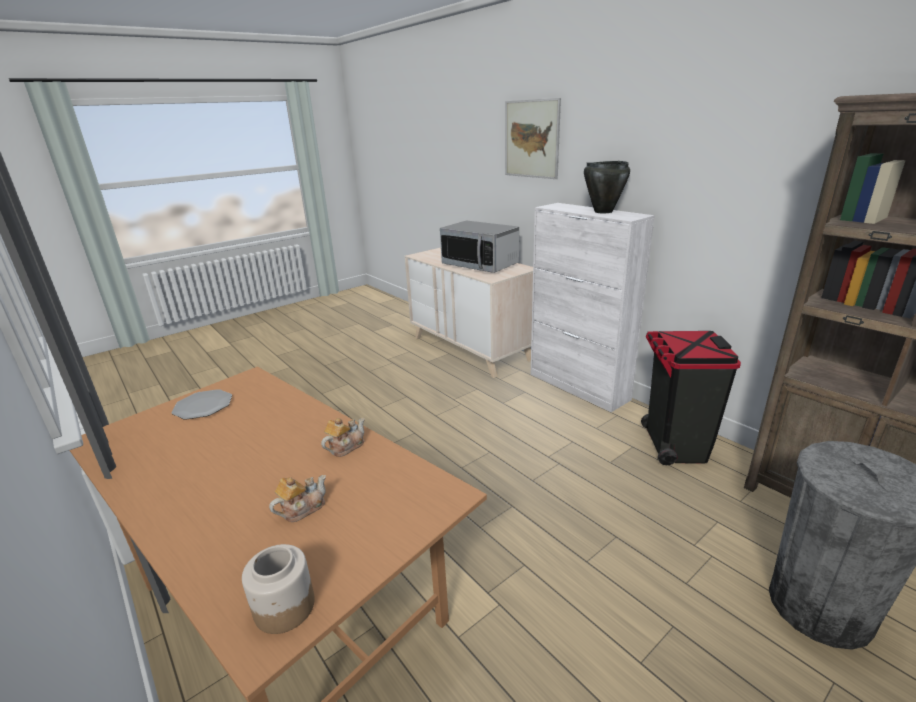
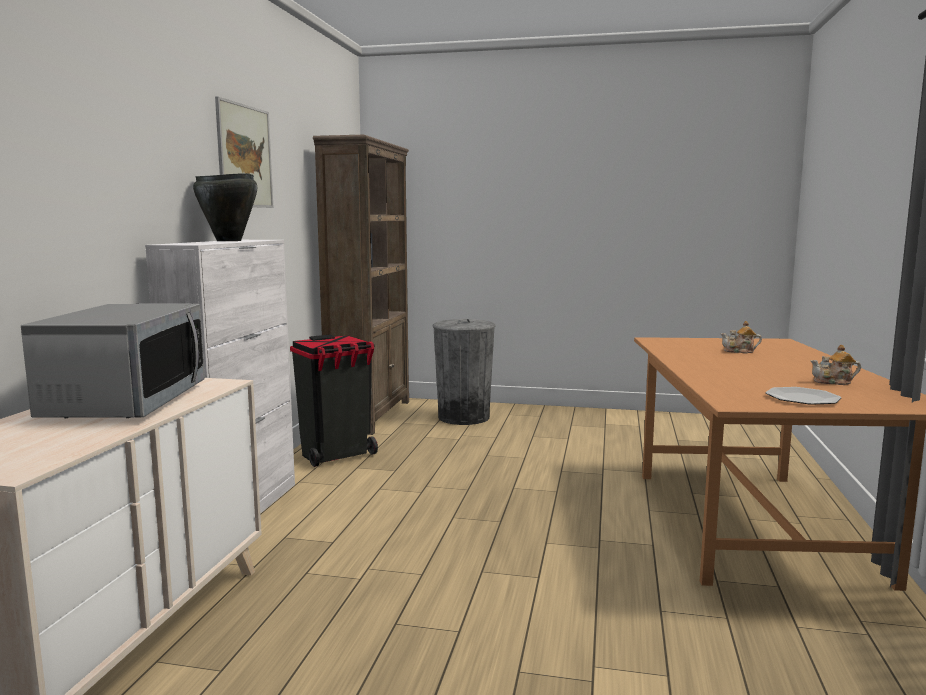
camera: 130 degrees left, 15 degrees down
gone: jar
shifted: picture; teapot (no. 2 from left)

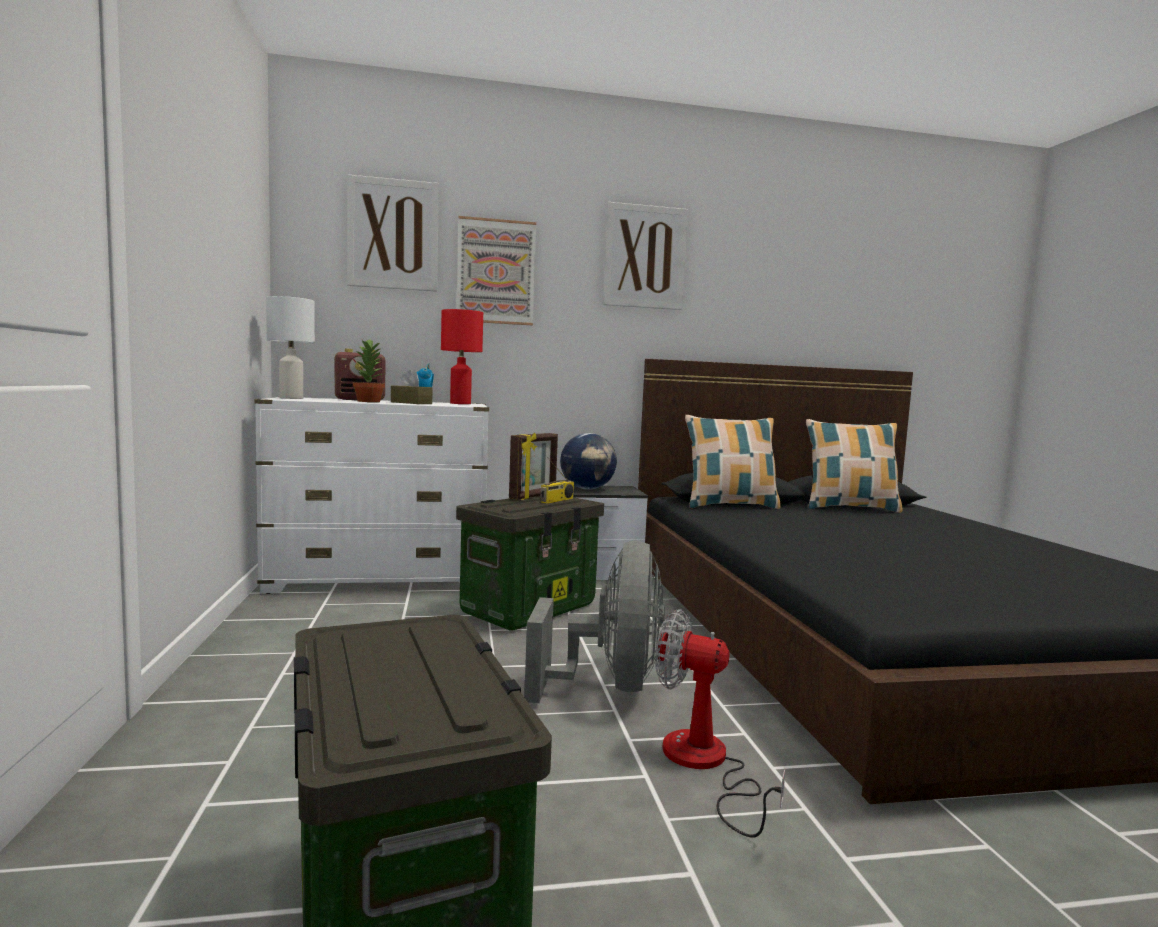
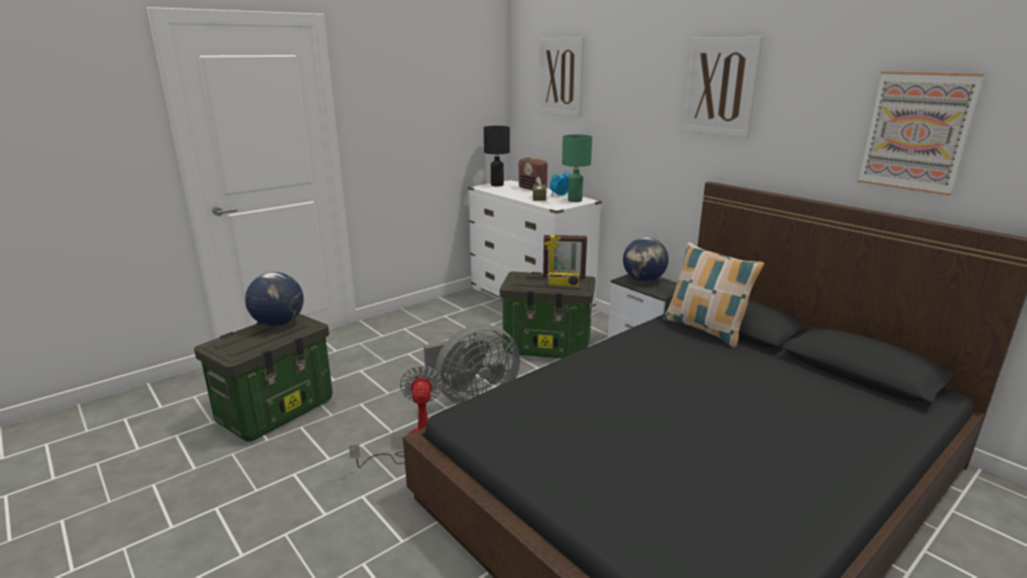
camera: 60 degrees right, 15 degrees up
gone: potted plant; pillow (no. 2 from left)
new: globe (no. 1 from left)
shifted: picture (no. 2 from left in the first image) to picture (no. 3 from left)
repainted: white table lamp to black table lamp; red table lamp to green table lamp

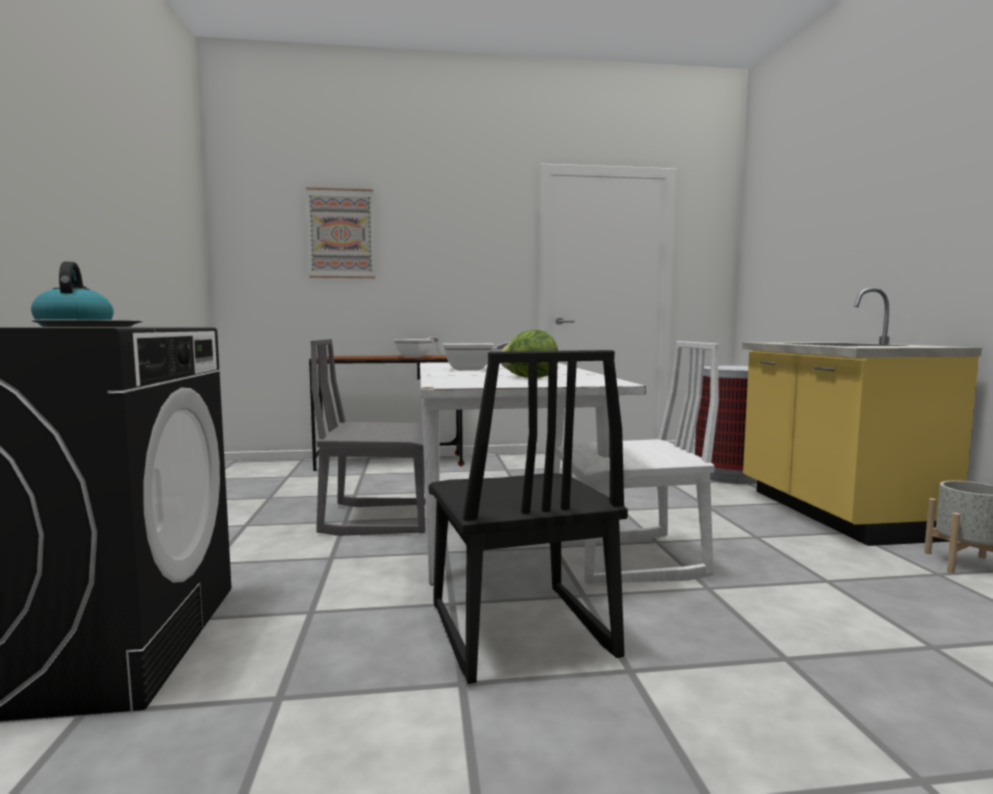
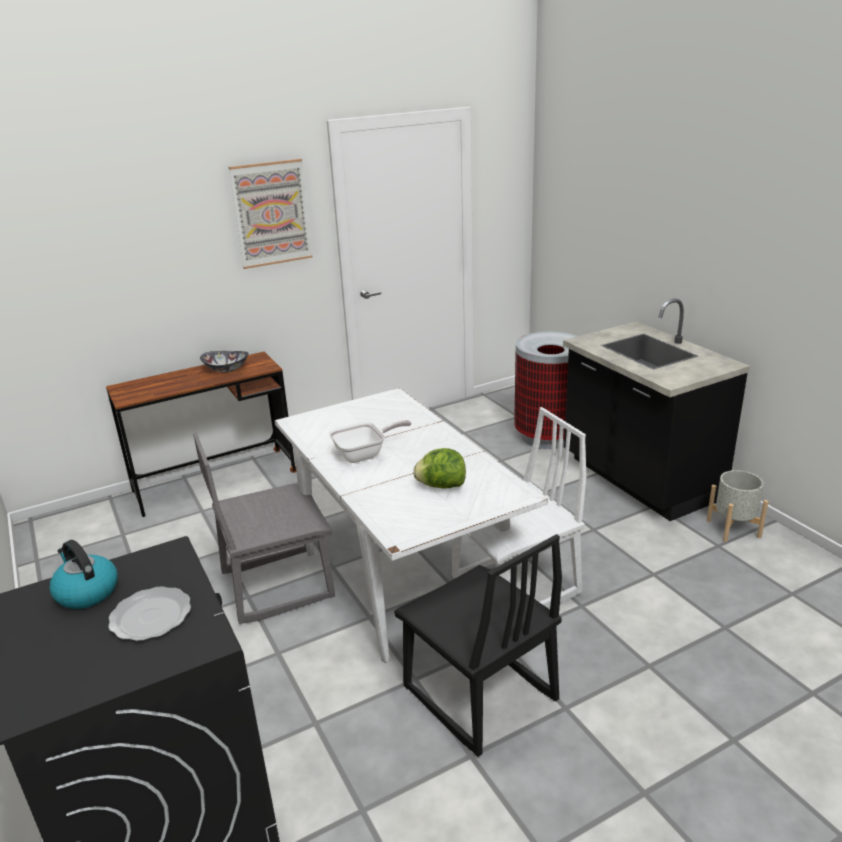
camera: 20 degrees left, 20 degrees up
shifted: picture
swapped: frying pan (no. 1 from left) to bowl
repainted: yellow counter to black counter

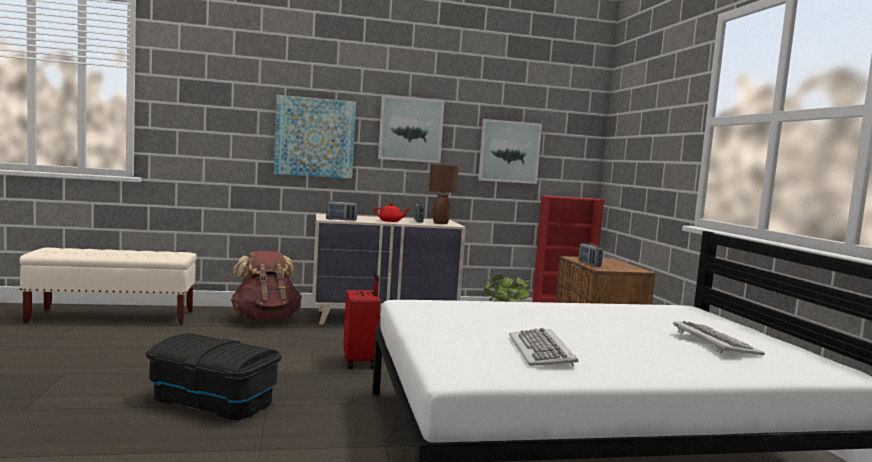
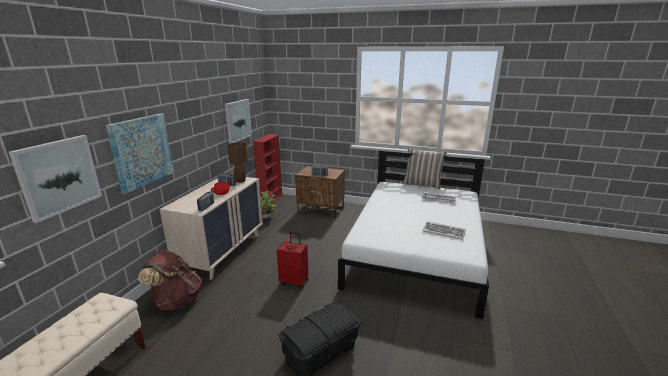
camera: 60 degrees left, 15 degrees up
new: pillow
shifted: picture (no. 2 from left in the first image) to picture (no. 1 from left)

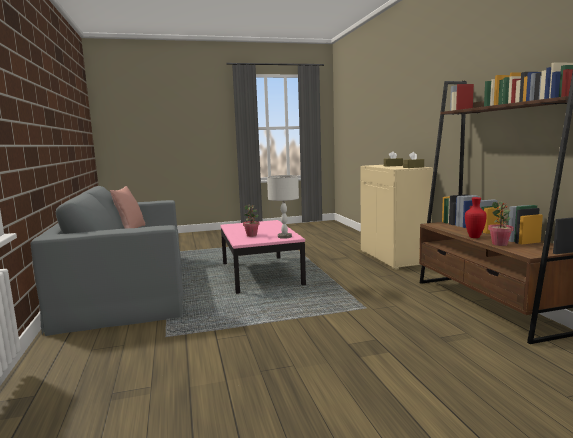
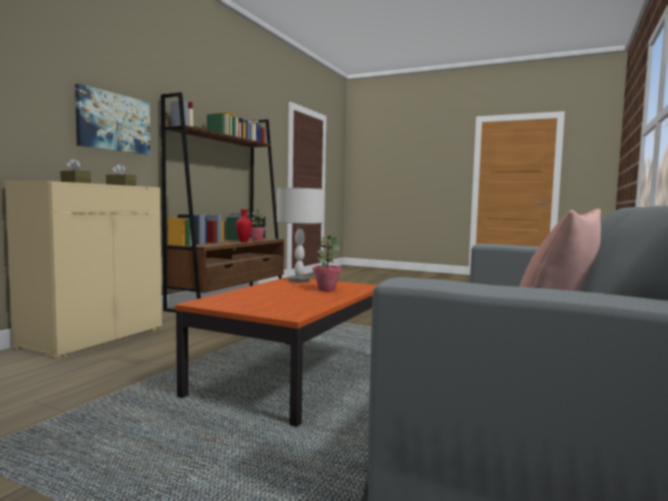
camera: 140 degrees left, 5 degrees down
new: picture
repainted: pink coffee table to brown coffee table

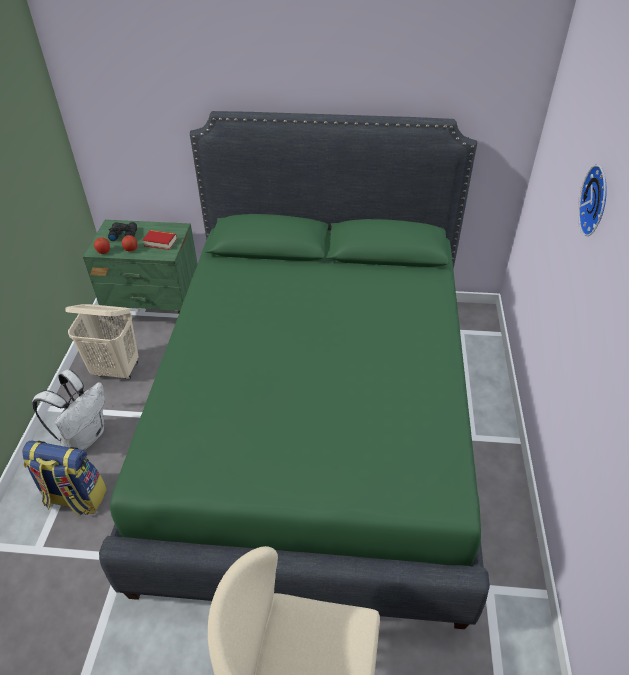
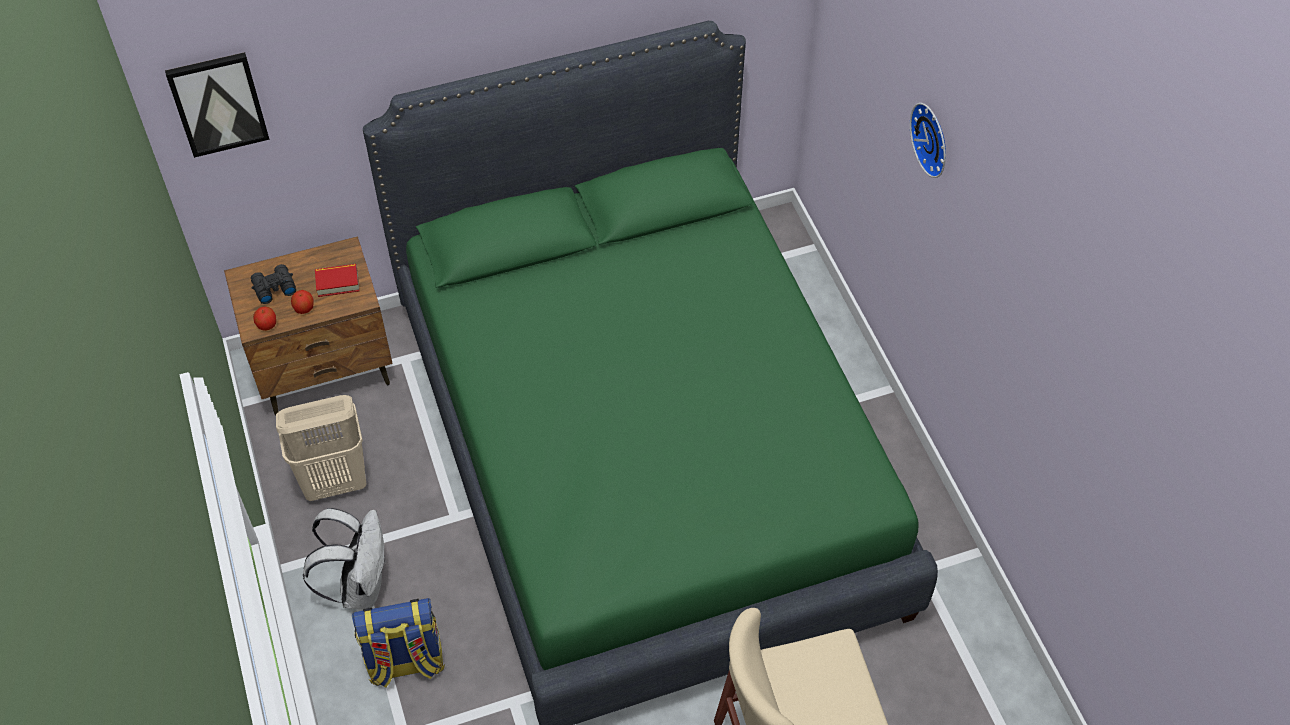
camera: 25 degrees left, 10 degrees up
new: picture
repainted: green nightstand to brown nightstand

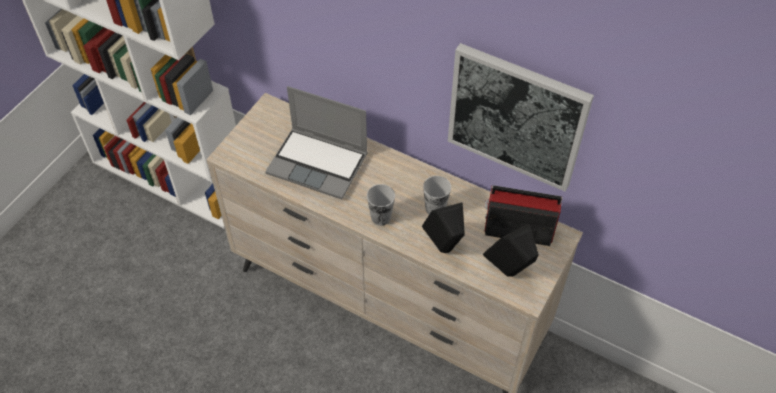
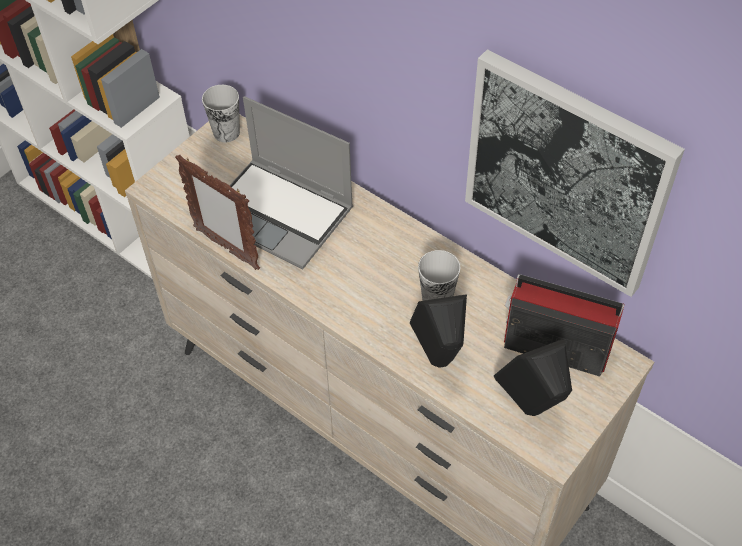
camera: 10 degrees right, 0 degrees up
new: picture frame
shifted: cup (no. 1 from left)

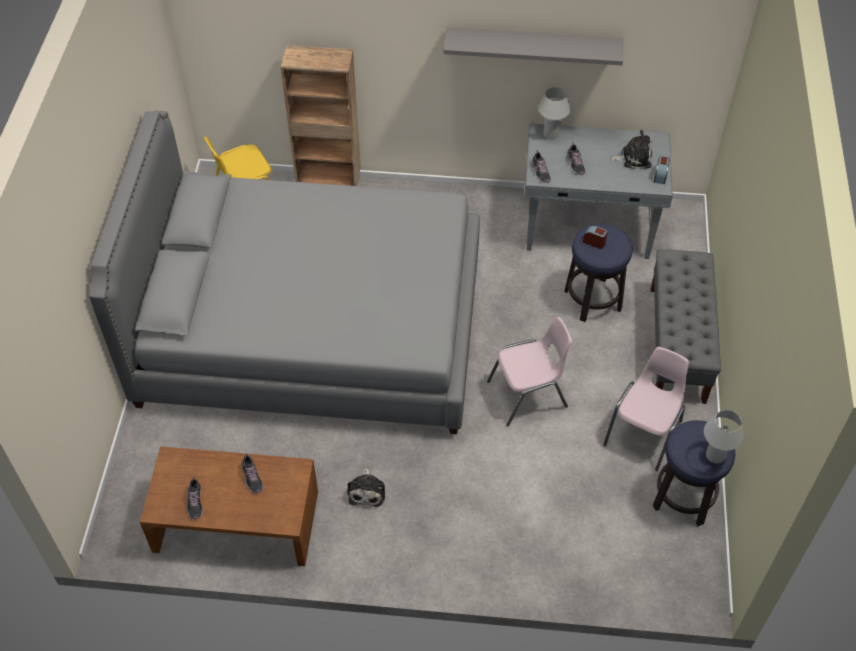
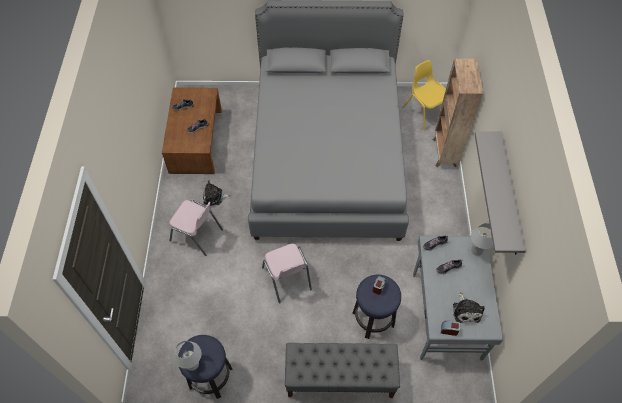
camera: 85 degrees right, 5 degrees up
shifted: pink chair (no. 2 from left in the first image) to pink chair (no. 1 from left)

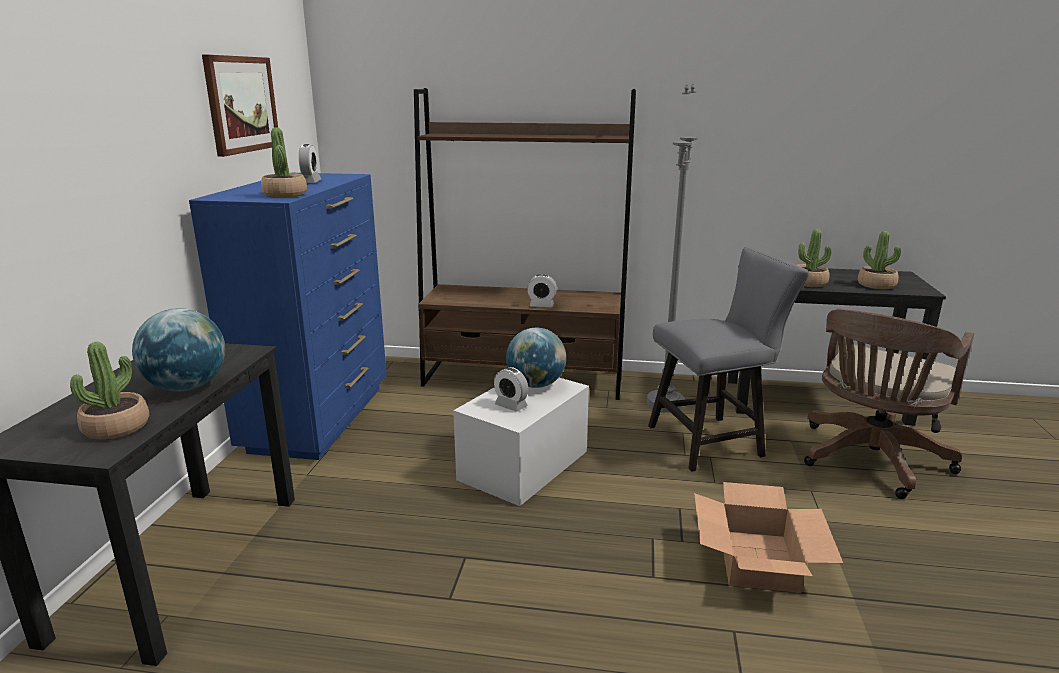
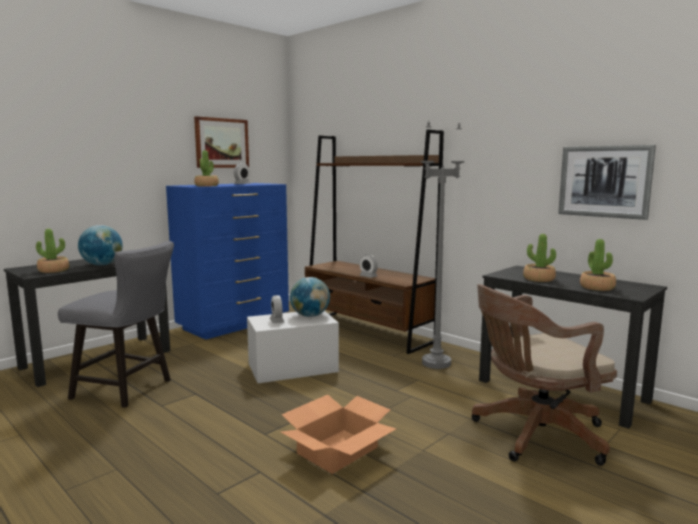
camera: 35 degrees right, 10 degrees down
new: picture (no. 2 from left)
shifted: grey chair

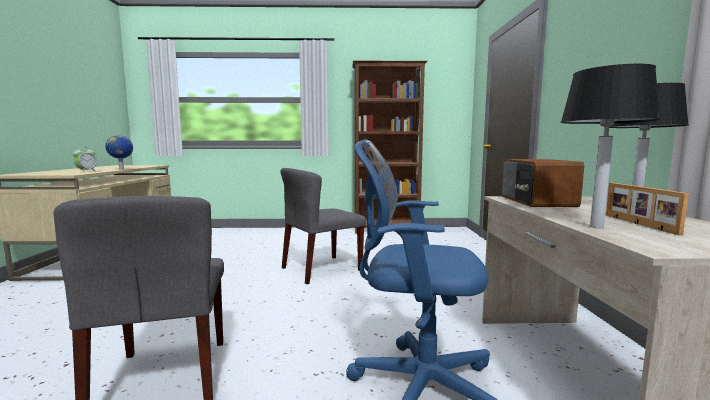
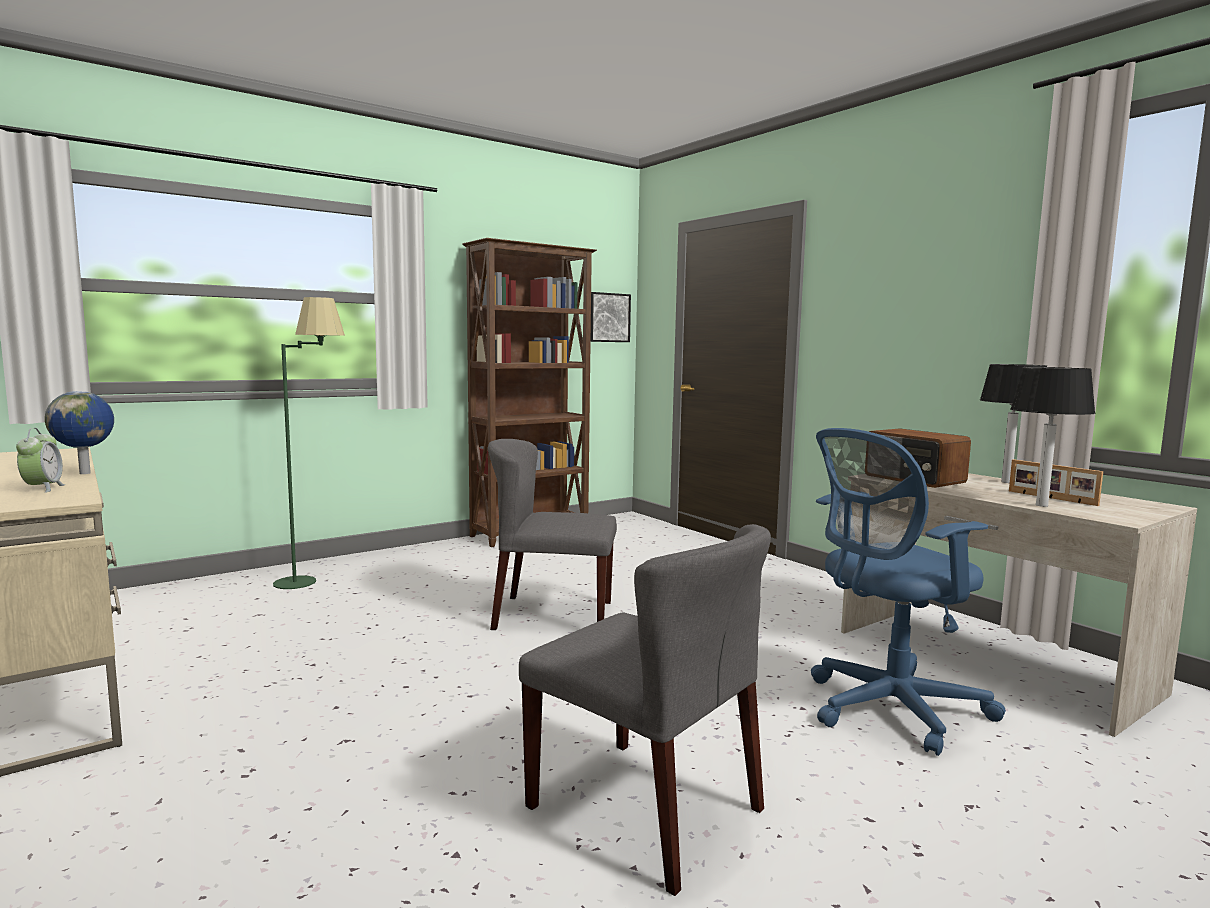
camera: 35 degrees left, 0 degrees up
new: green floor lamp; picture
rotated: grey chair (no. 2 from left in the first image) 75 degrees clockwise

